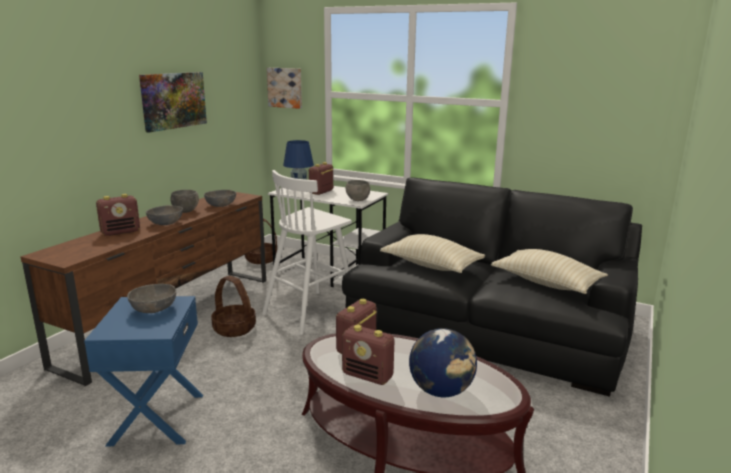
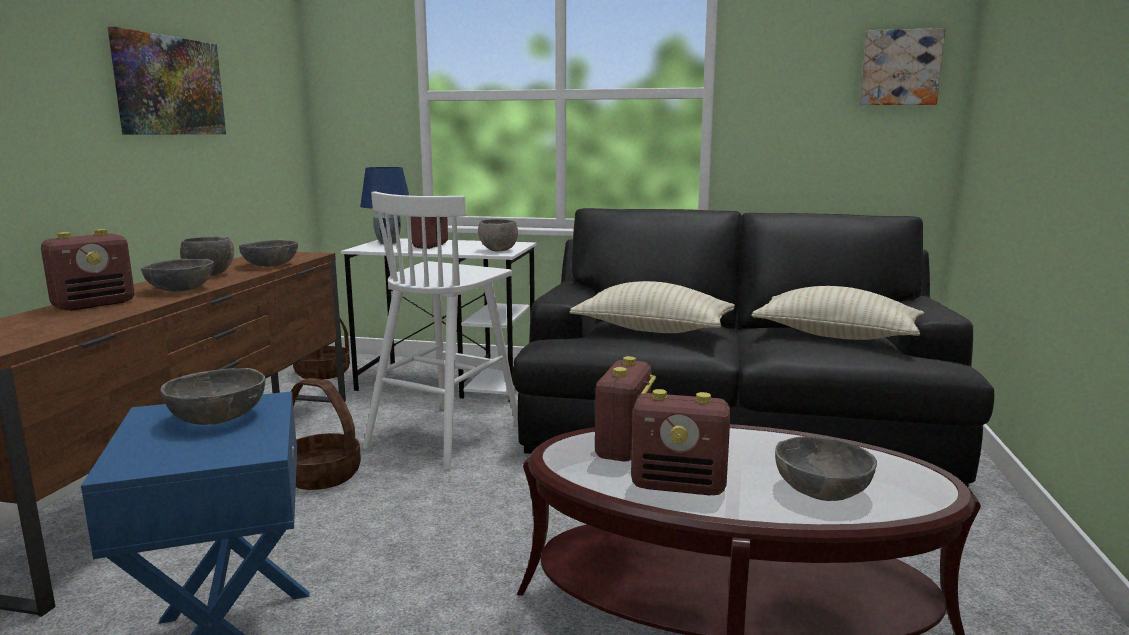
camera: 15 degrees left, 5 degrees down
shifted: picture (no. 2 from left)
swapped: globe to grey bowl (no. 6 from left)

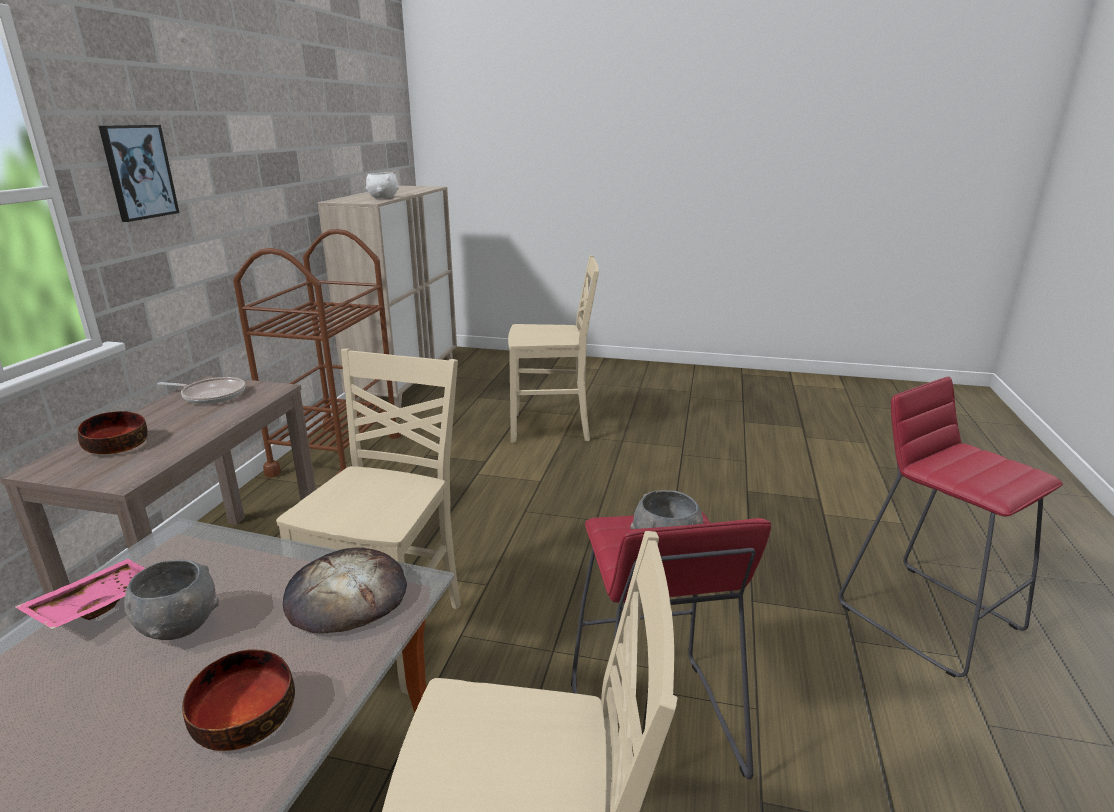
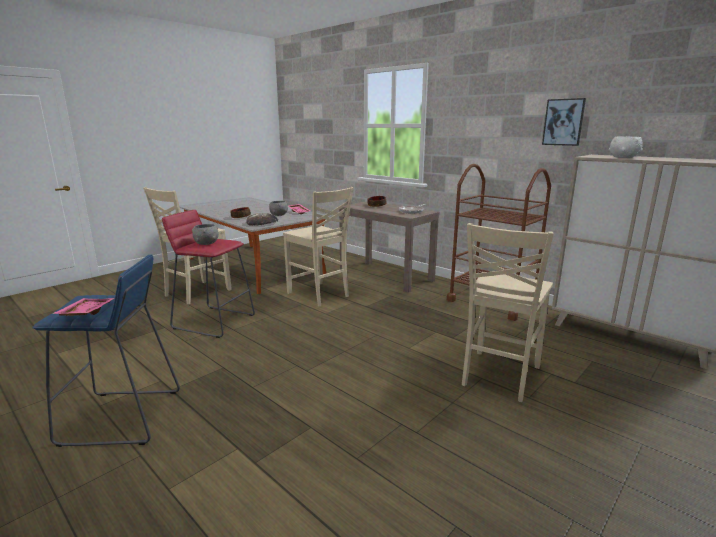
camera: 120 degrees right, 5 degrees down
new: pink tray (no. 1 from left)
shifted: picture
repainted: red stool (no. 2 from left) to blue stool

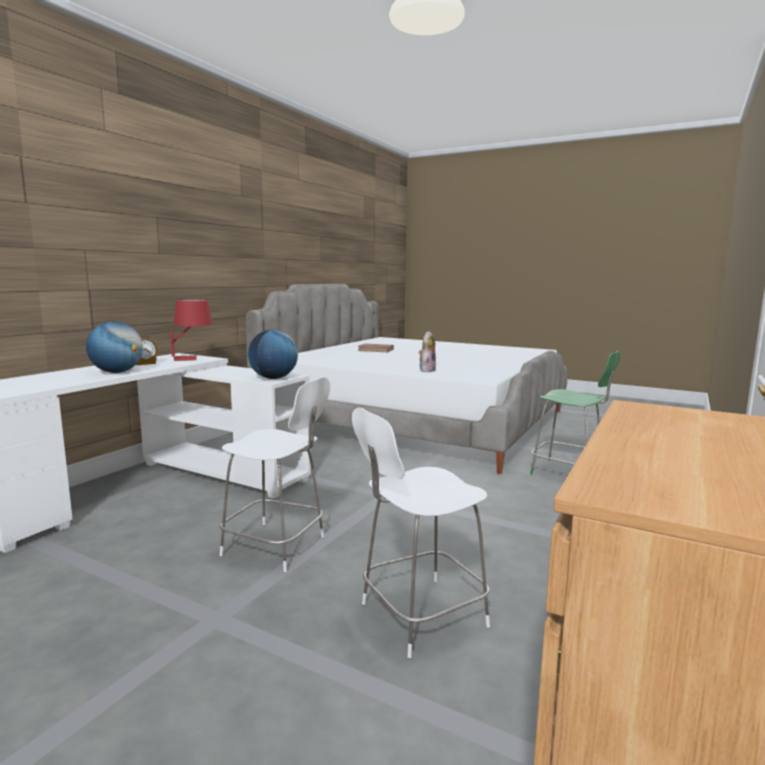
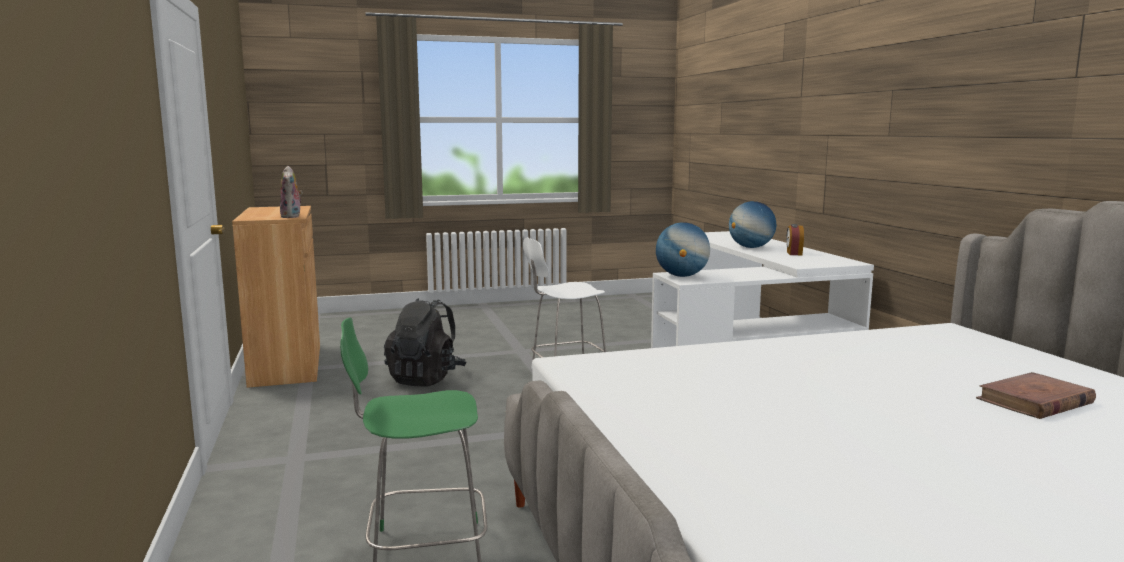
camera: 135 degrees right, 0 degrees up
gone: red table lamp
shifted: plush toy
swapped: white chair (no. 2 from left) to black backpack

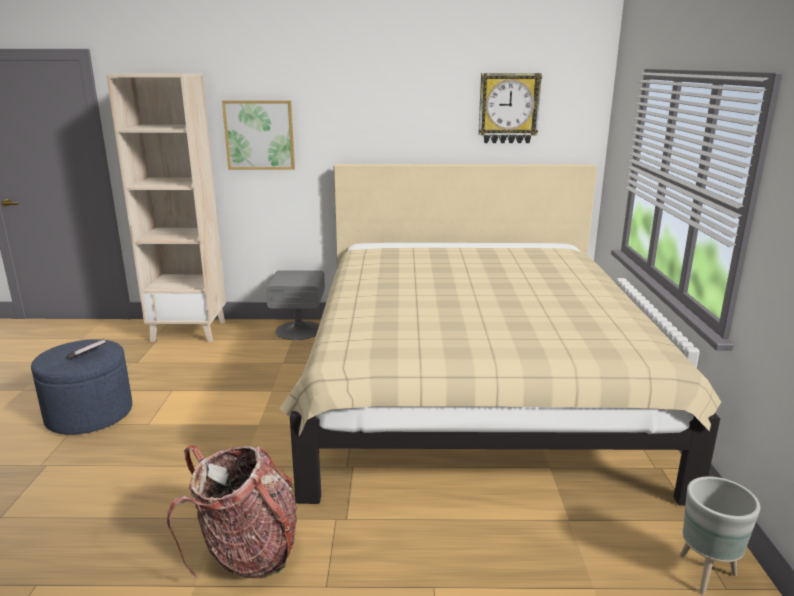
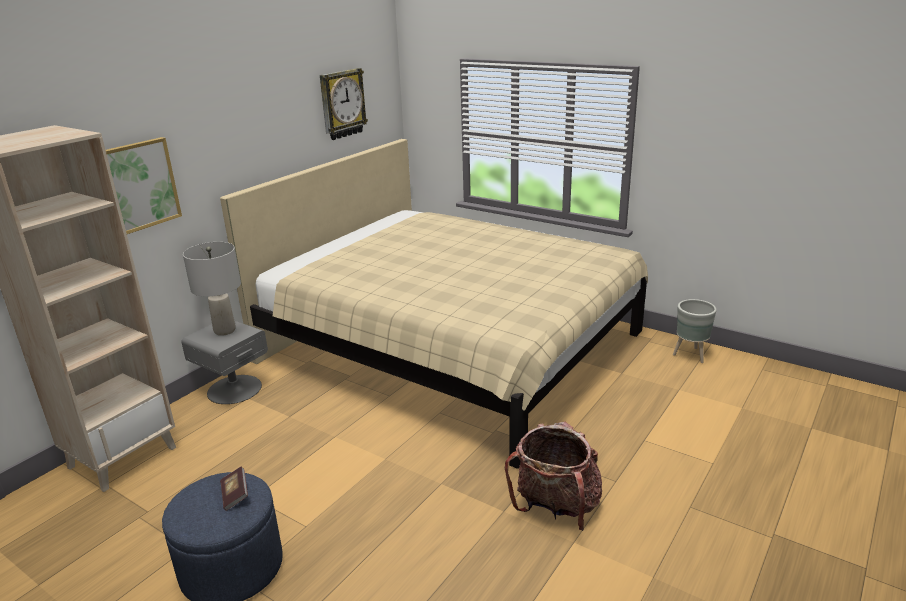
camera: 55 degrees left, 5 degrees up
new: grey table lamp

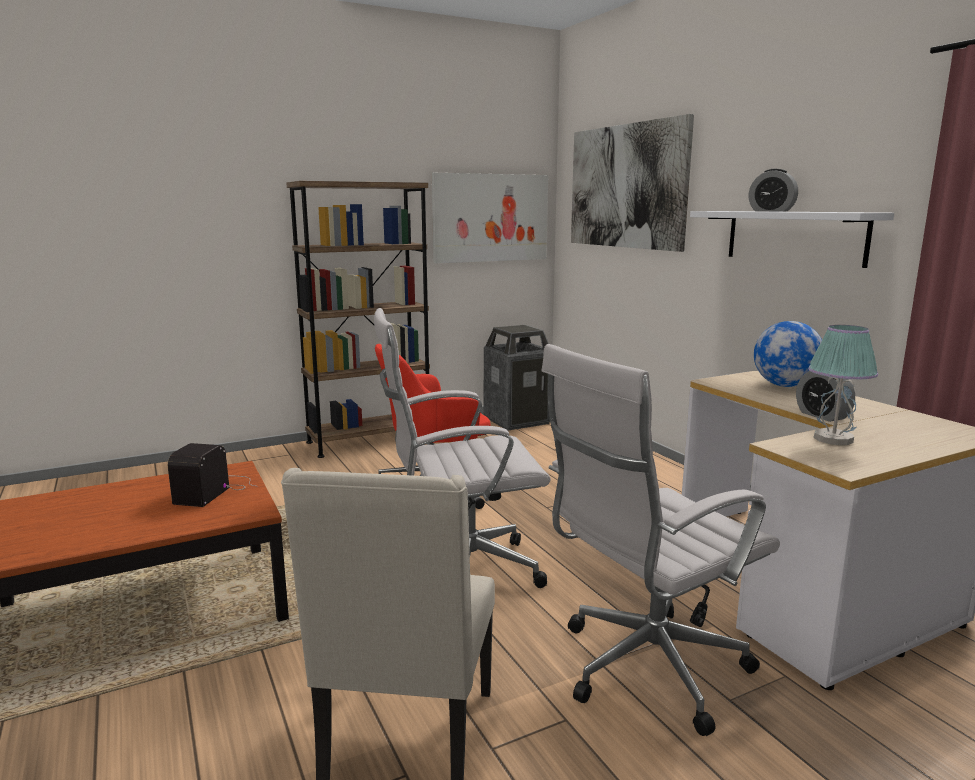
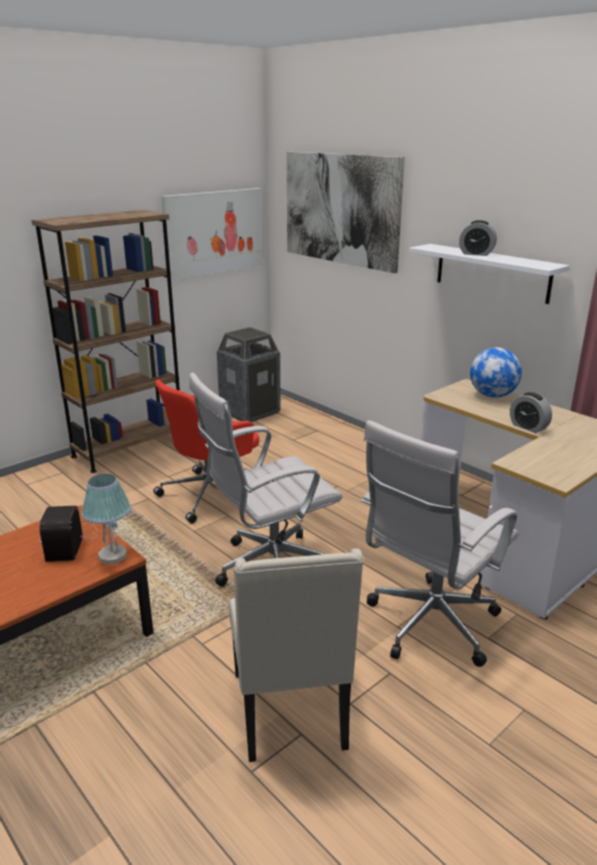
camera: 15 degrees left, 10 degrees up
shifted: table lamp

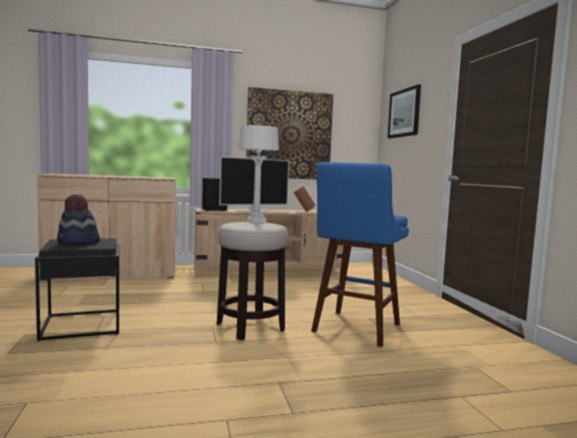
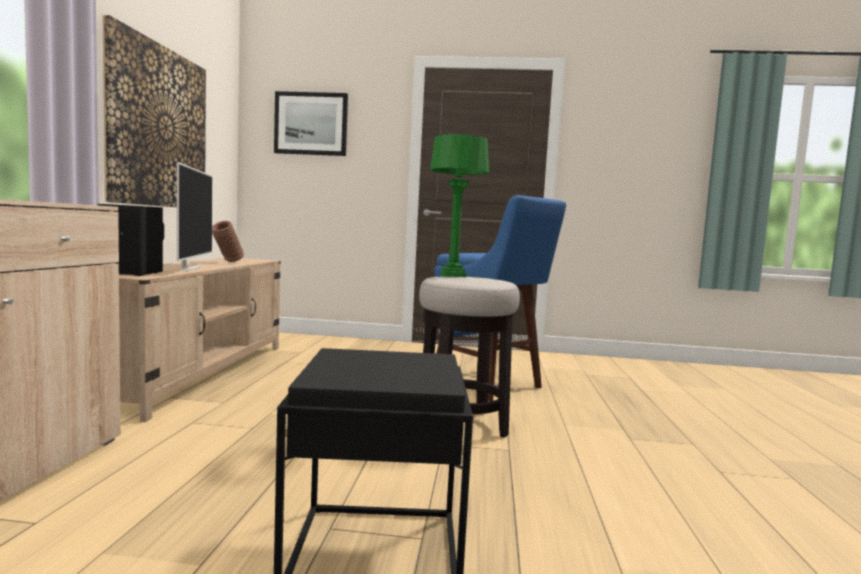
camera: 70 degrees left, 0 degrees up
gone: hat
repainted: grey table lamp to green table lamp

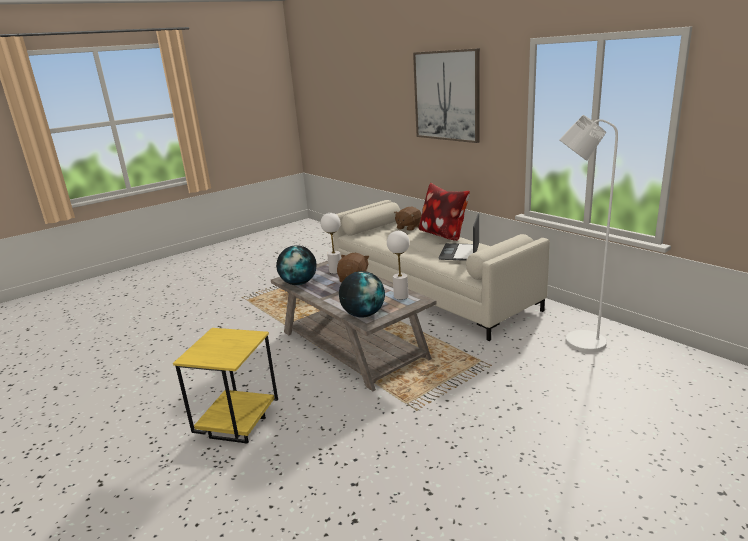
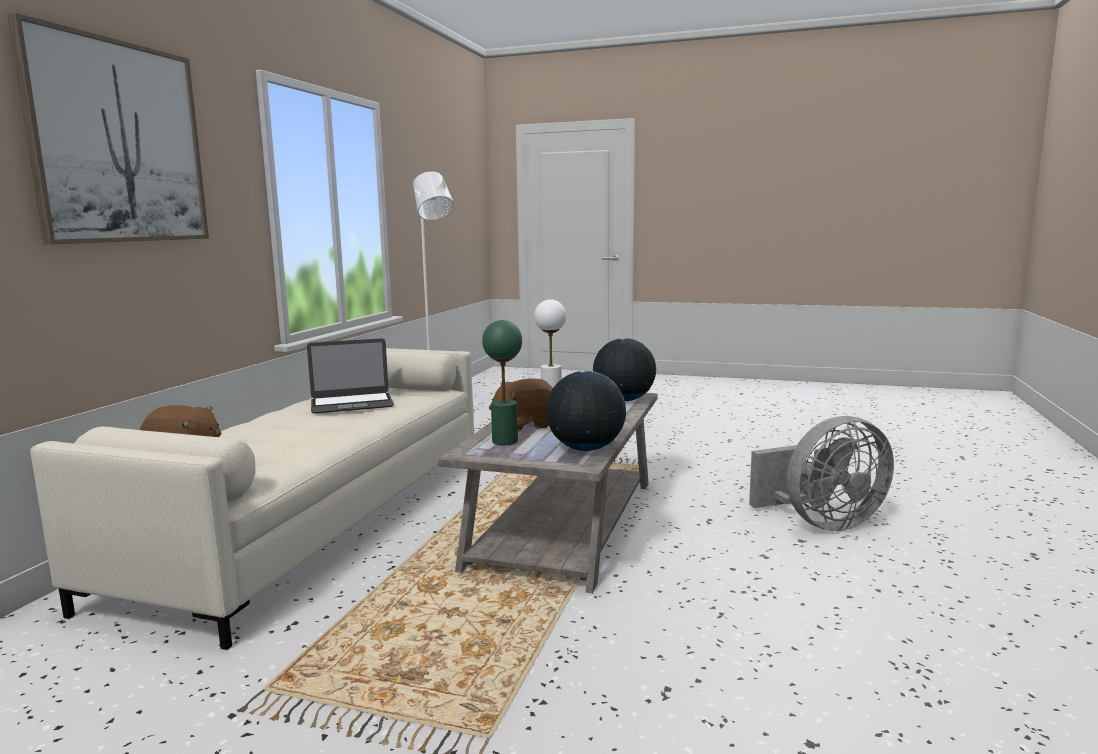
camera: 125 degrees left, 10 degrees down
gone: pillow
swapped: yellow side table to grey fan
repainted: white table lamp (no. 1 from left) to green table lamp

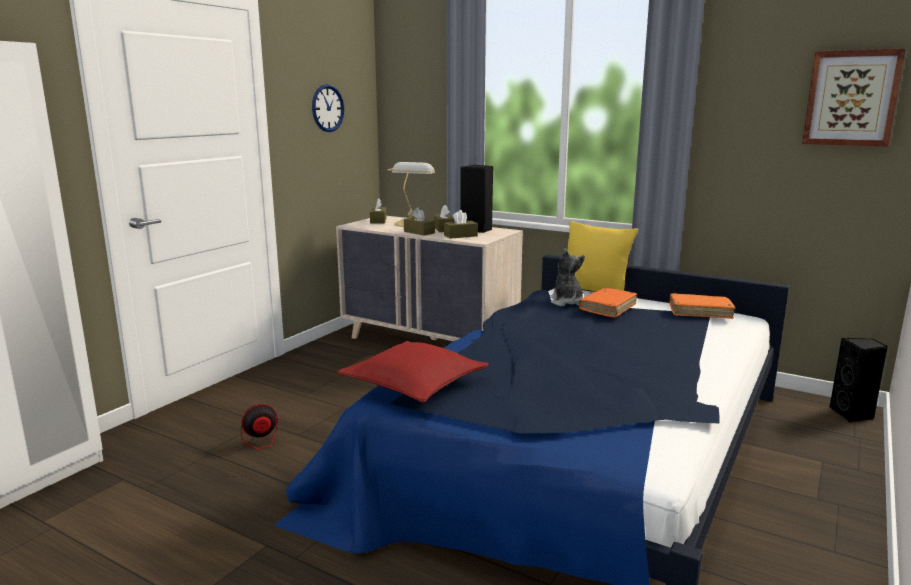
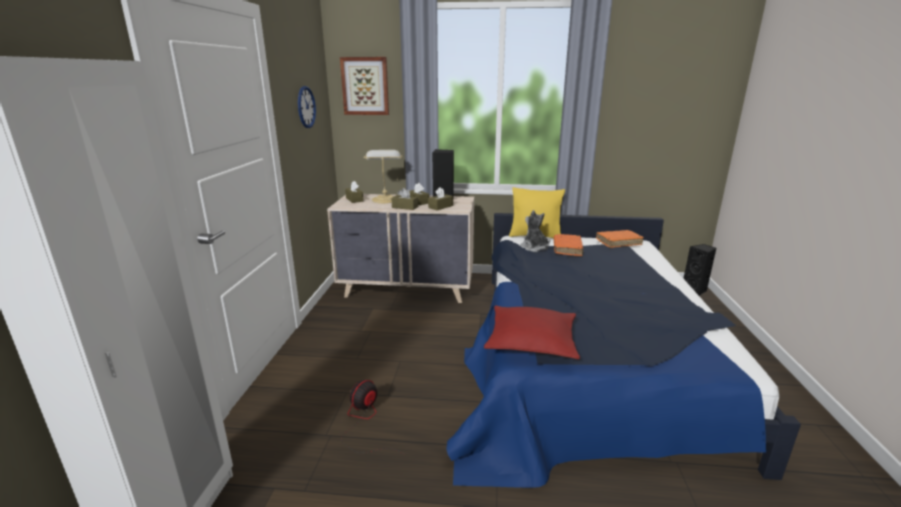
camera: 25 degrees left, 5 degrees up
shifted: picture

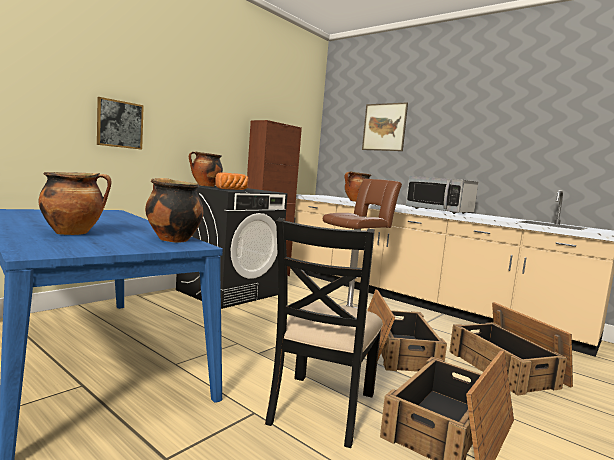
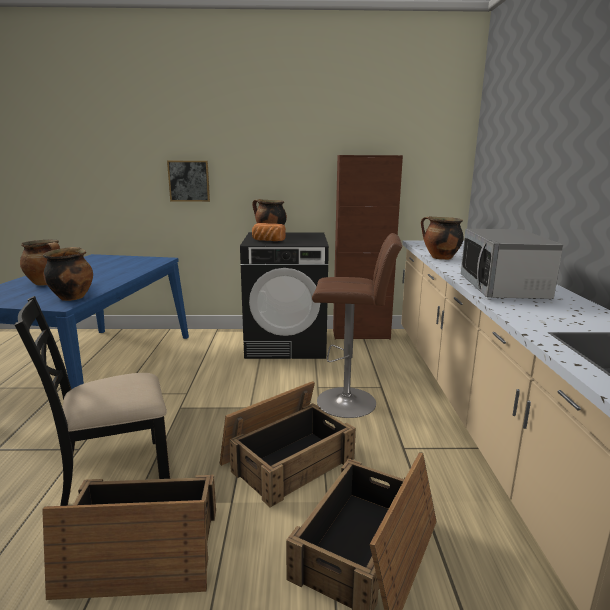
camera: 50 degrees right, 10 degrees up
gone: picture (no. 2 from left)

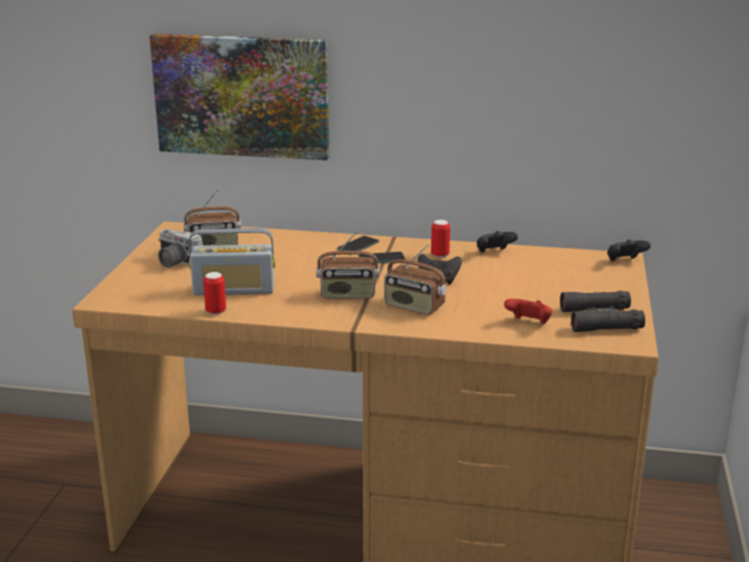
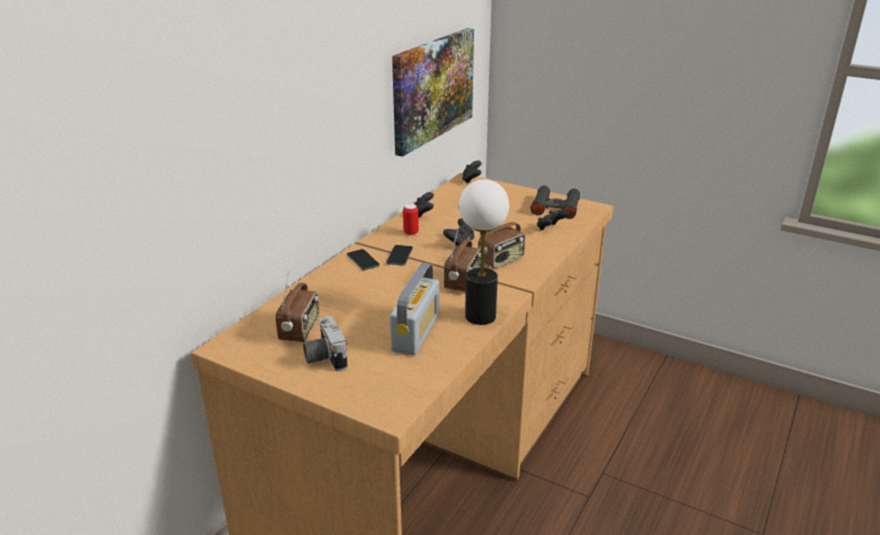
camera: 70 degrees left, 5 degrees up
gone: can (no. 1 from left)
new: table lamp
shifted: picture
repainted: red game controller to black game controller (no. 4 from left)
rotated: photo camera 105 degrees clockwise

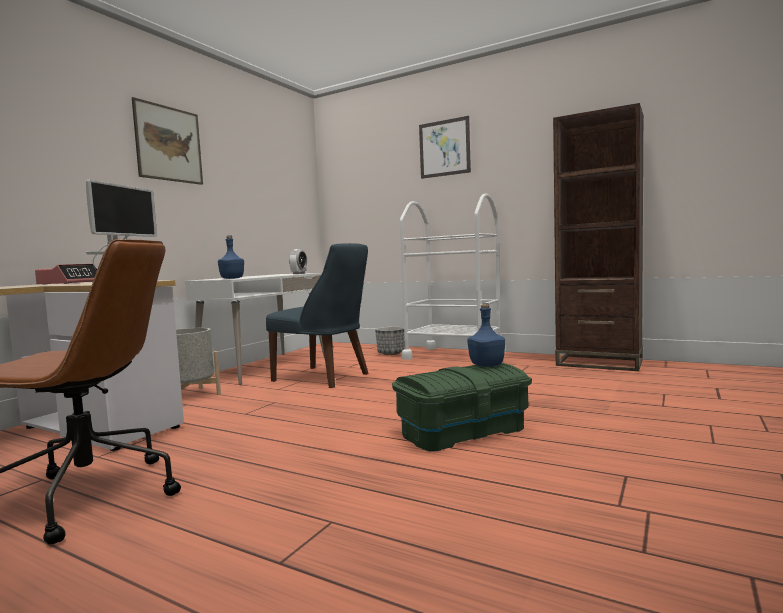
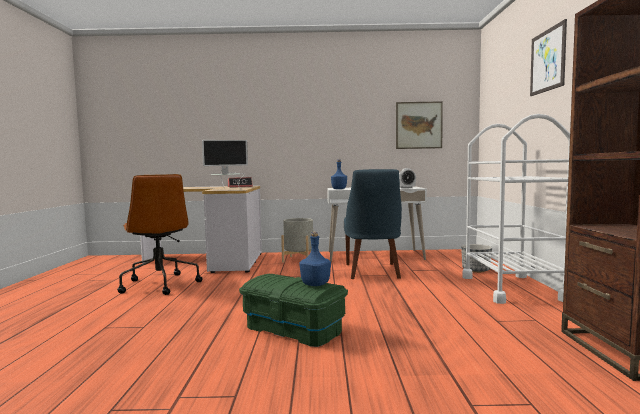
camera: 60 degrees right, 0 degrees up
shifted: picture (no. 1 from left)

